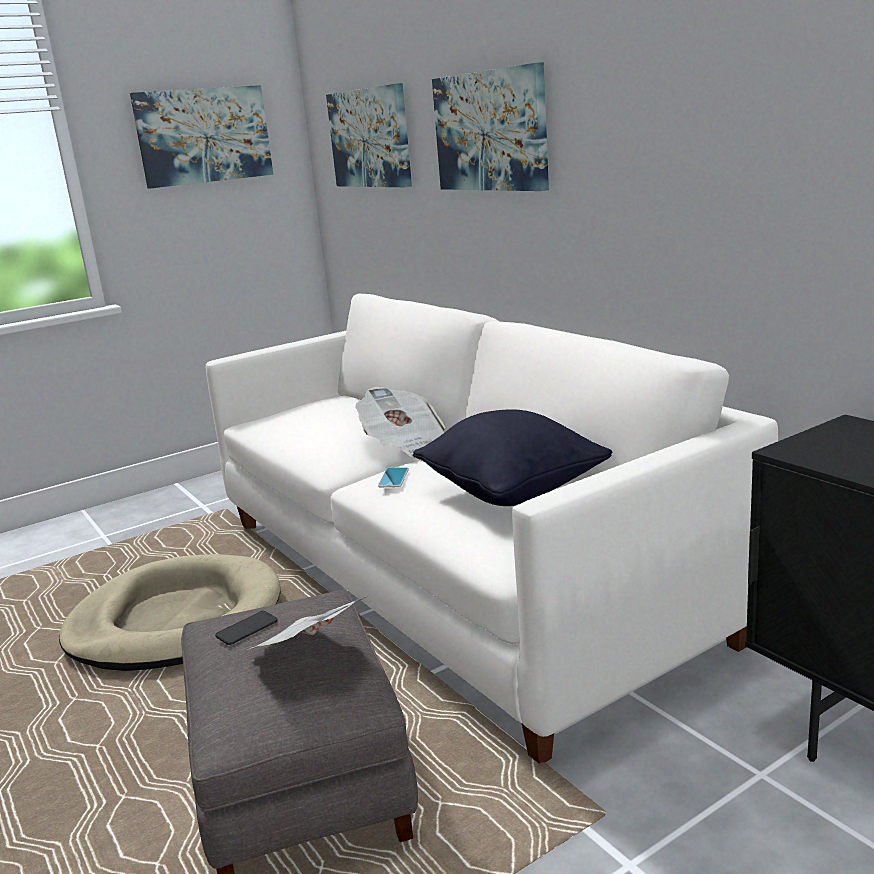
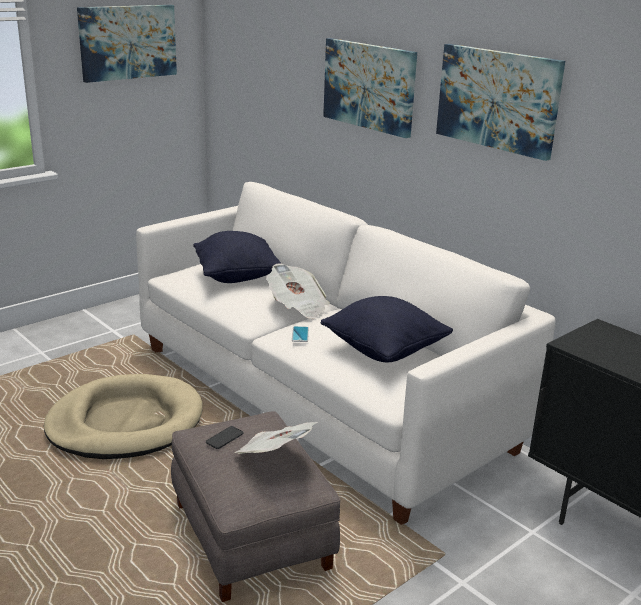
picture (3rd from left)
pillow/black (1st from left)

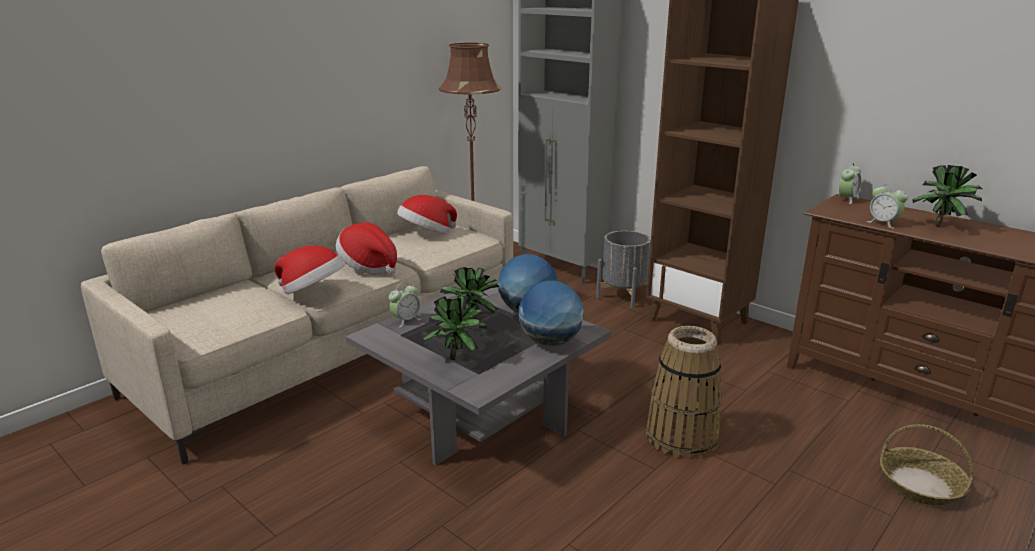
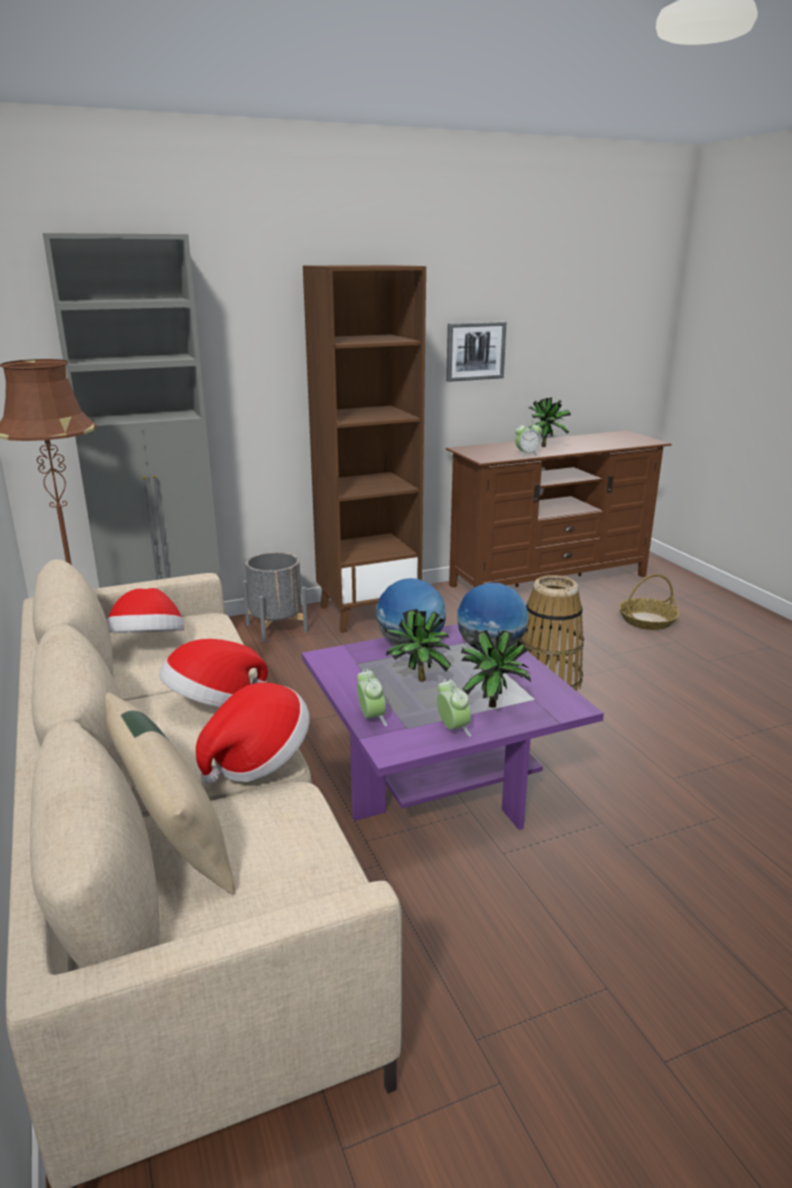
coffee table/purple
alarm clock (2nd from left)
pillow/beige
picture

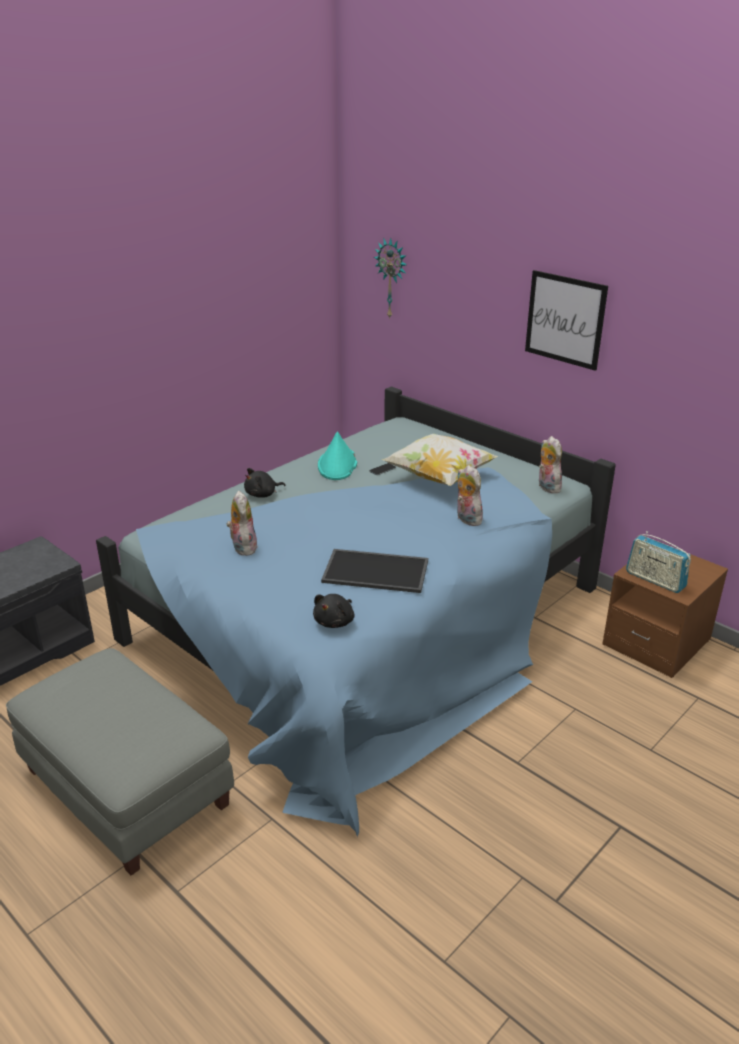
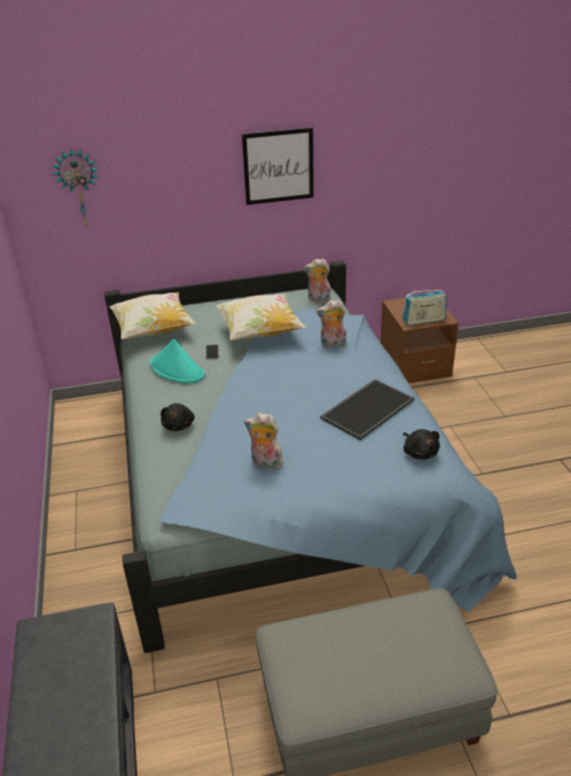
pillow (1st from left)

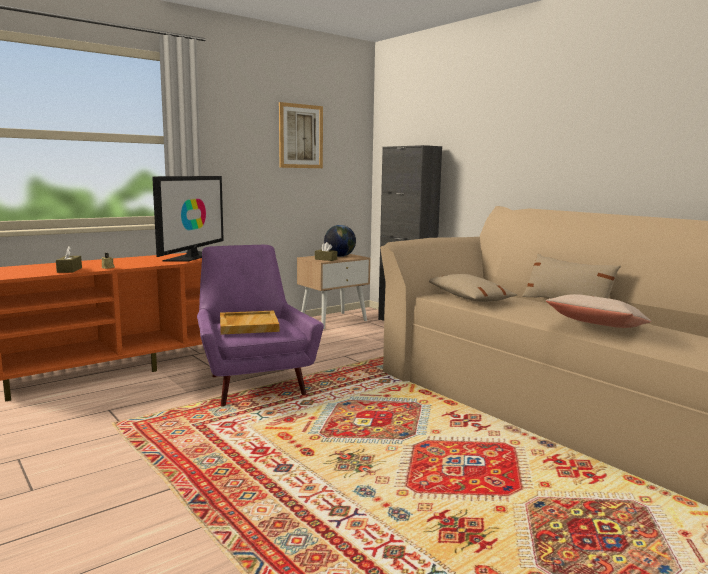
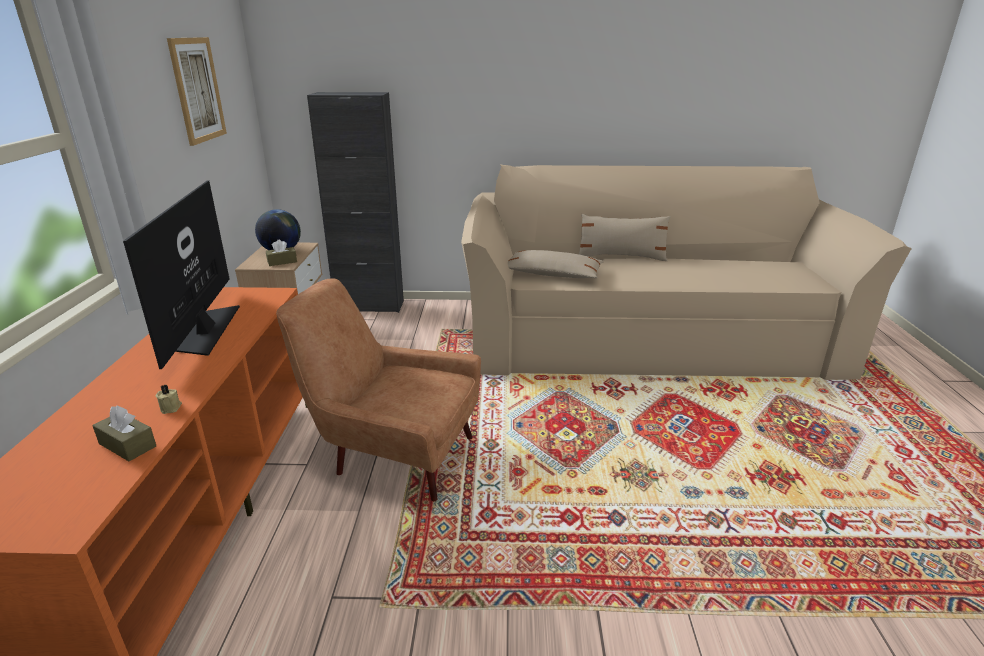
television
armchair/brown
tray/beige
pillow/beige (3rd from left in the first image)

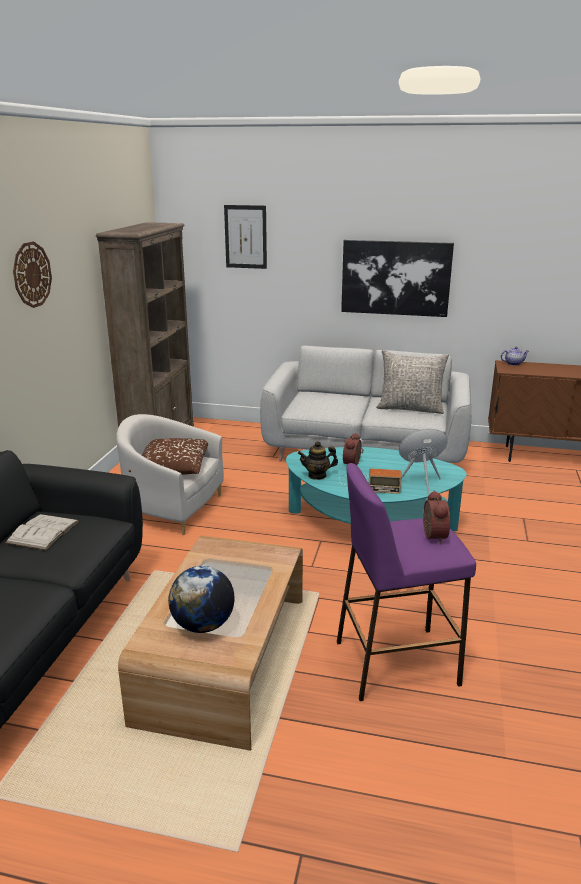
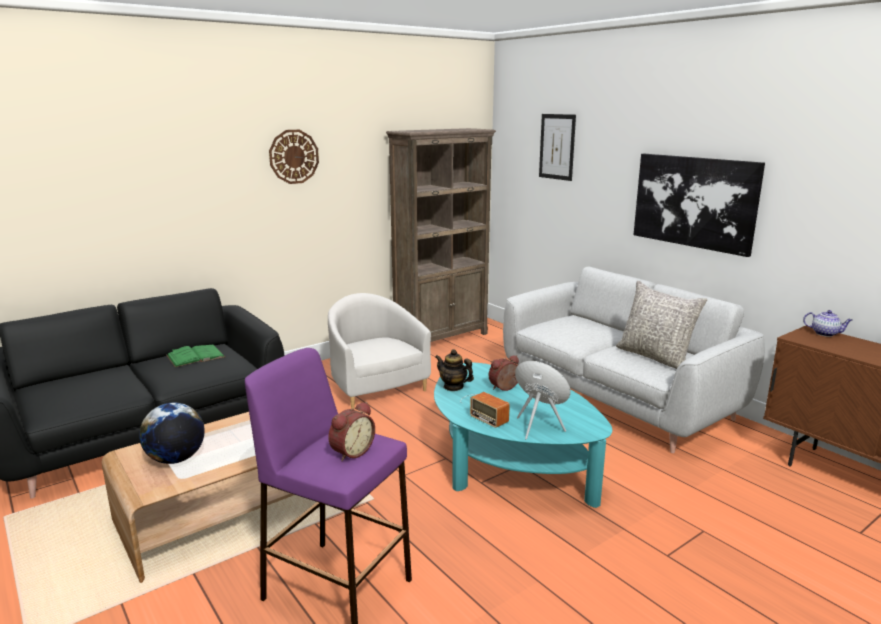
book/green
pillow/brown

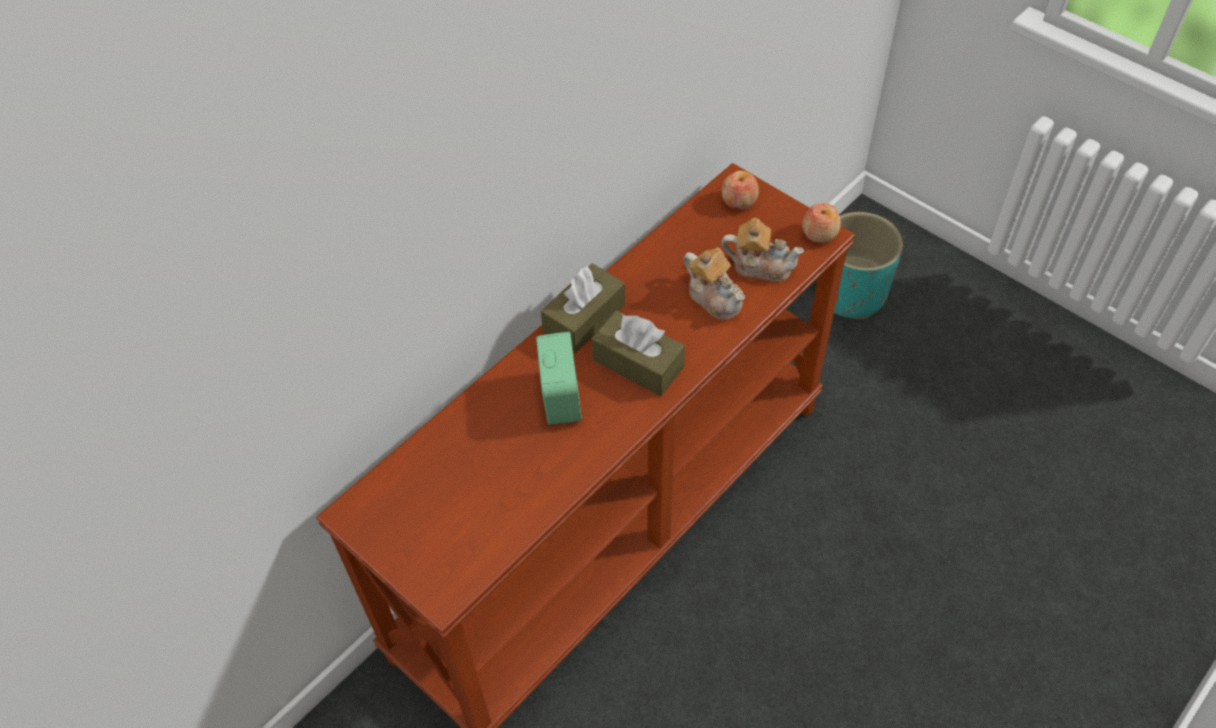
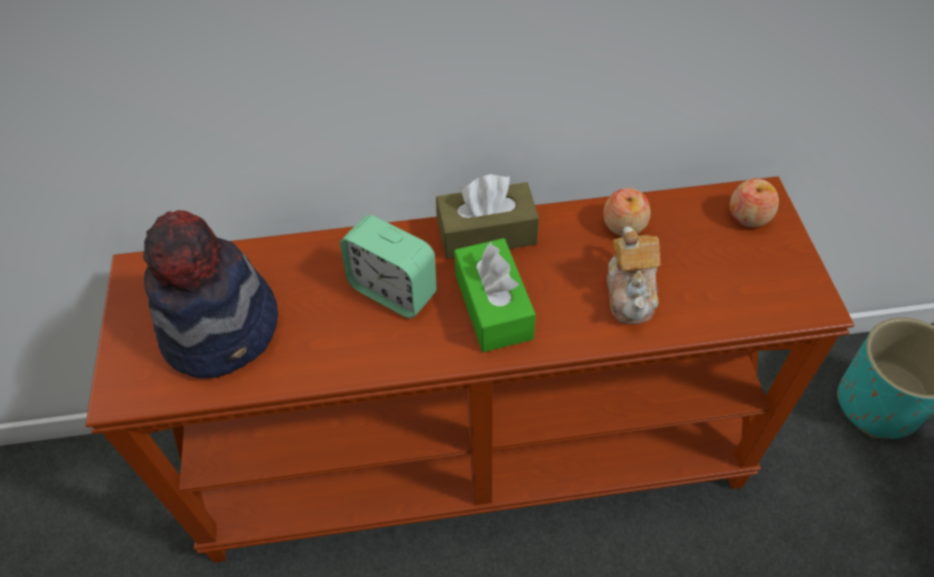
alarm clock
tissue box/green
teapot (2nd from left in the first image)
apple (1st from left)
hat

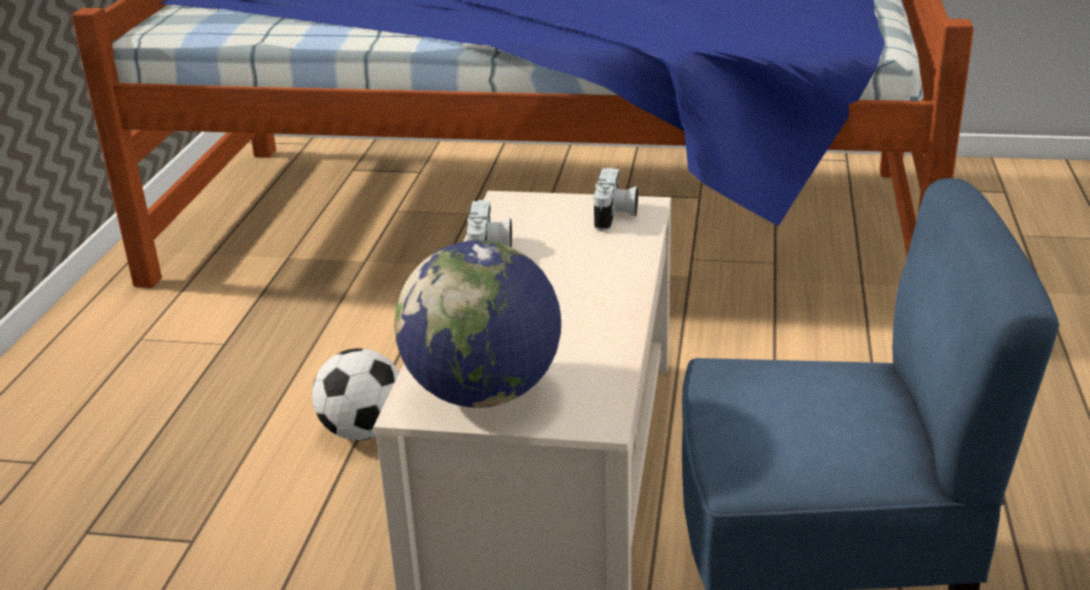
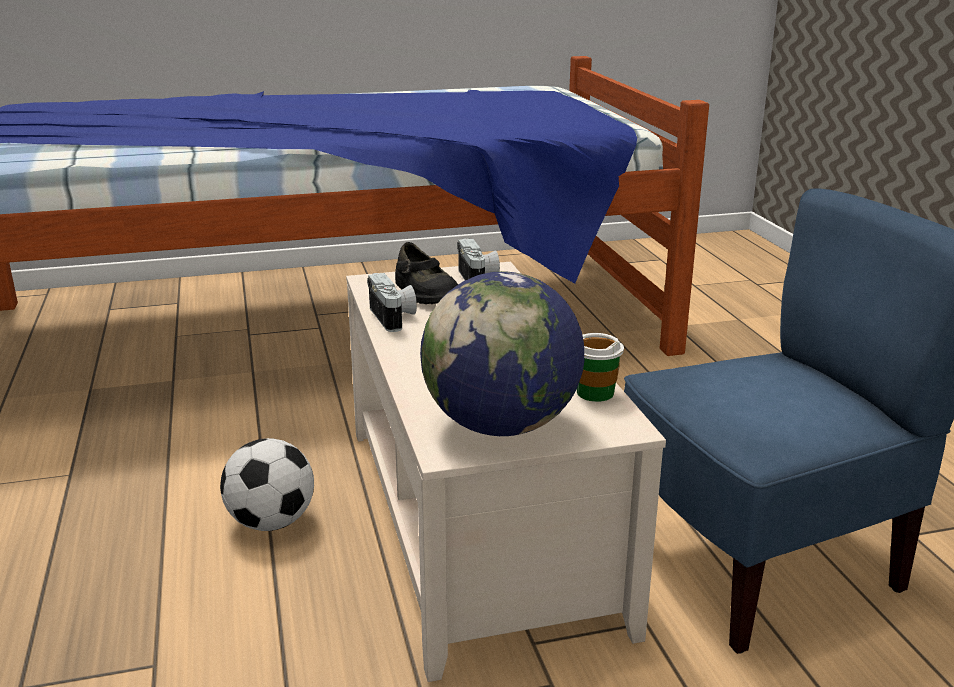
shoe/black
cup

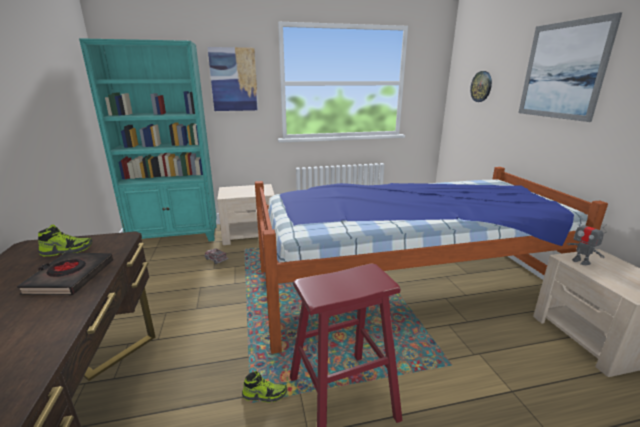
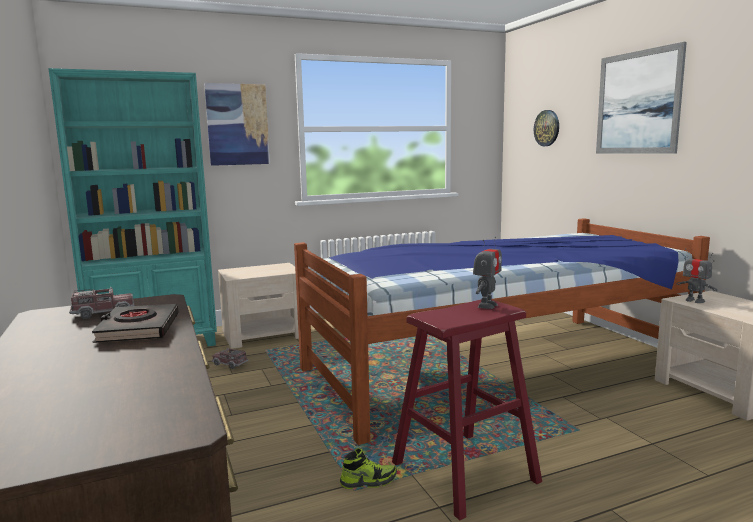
toy truck (1st from left)
toy robot (1st from left)

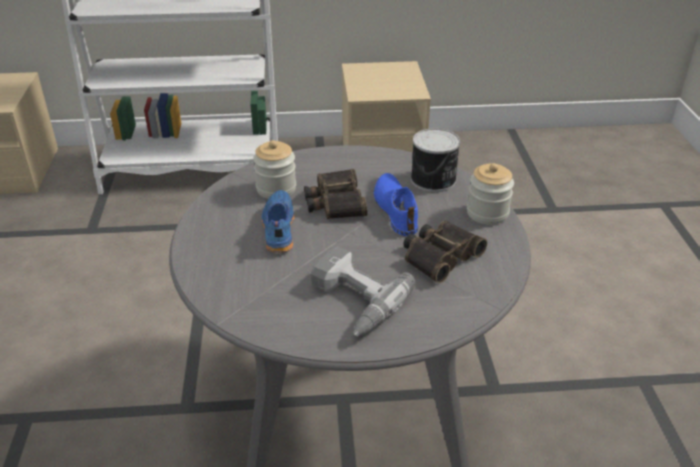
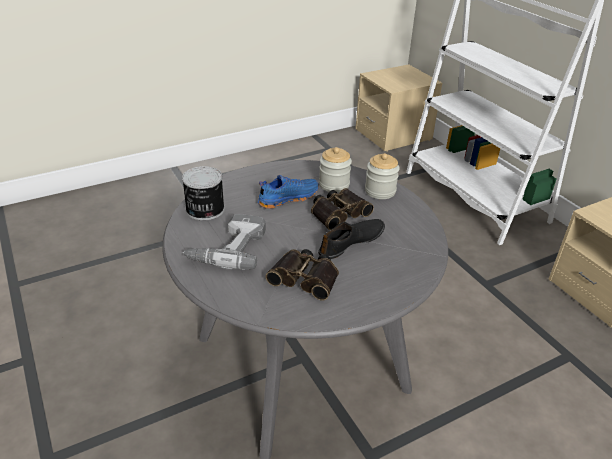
shoe/black
can
jar (2nd from left)

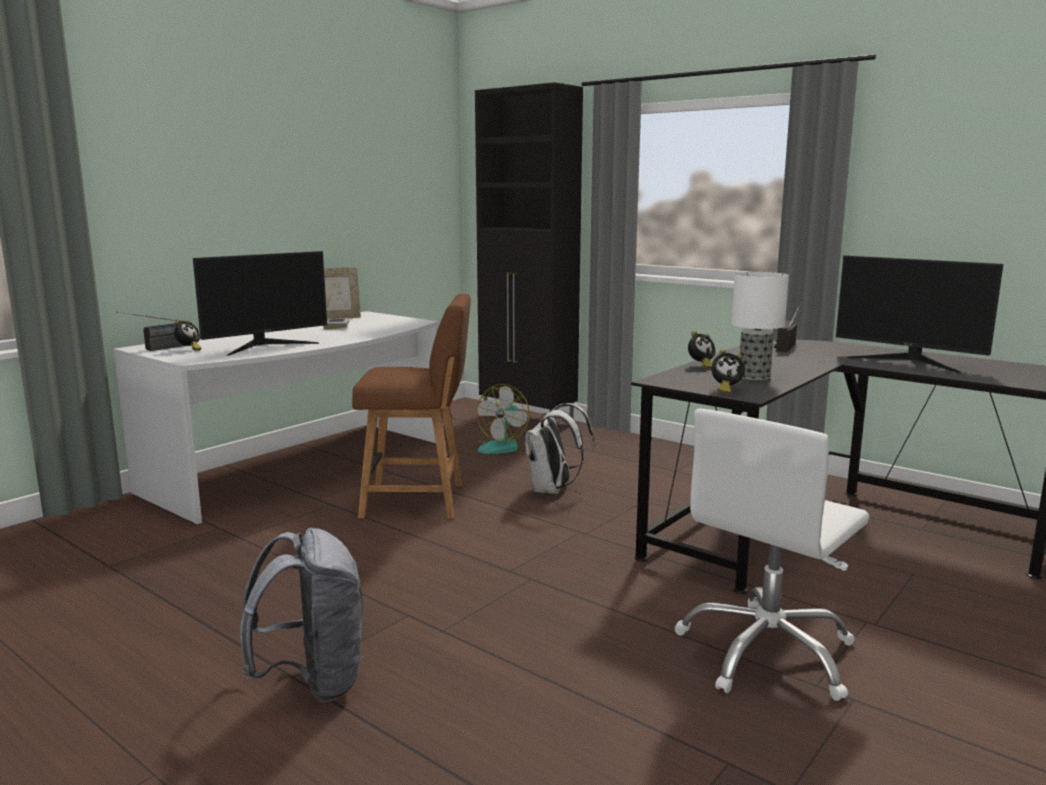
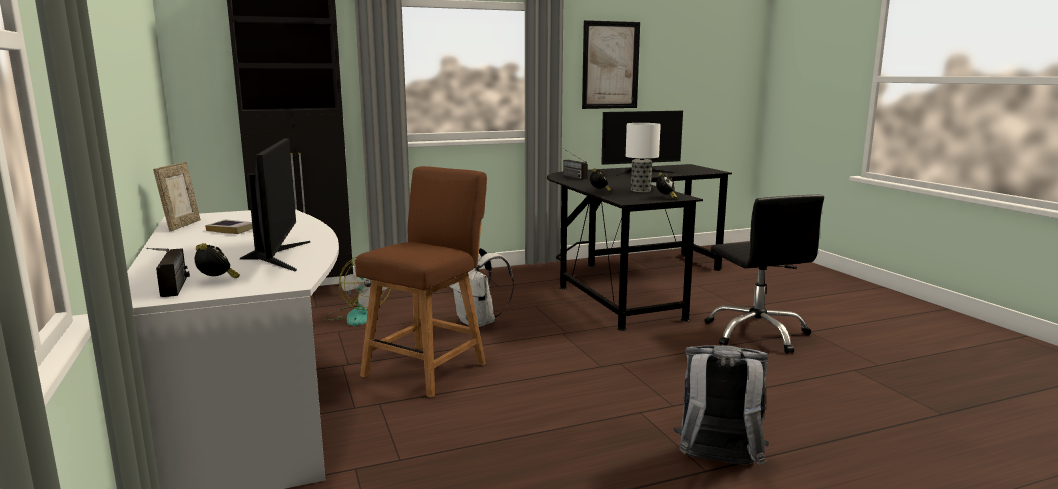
office chair/black
picture

